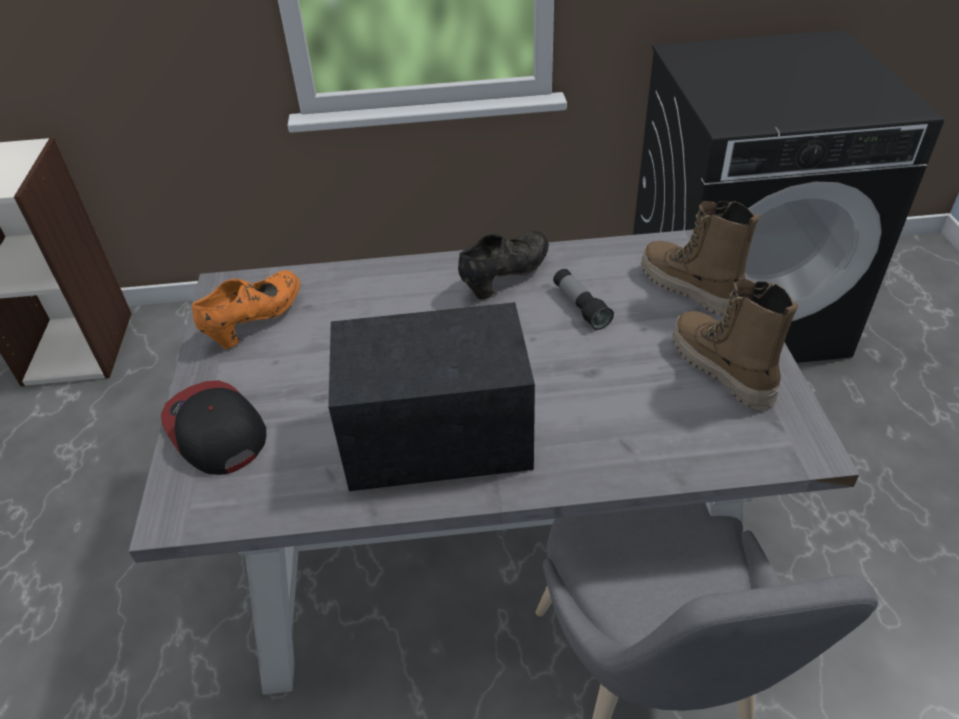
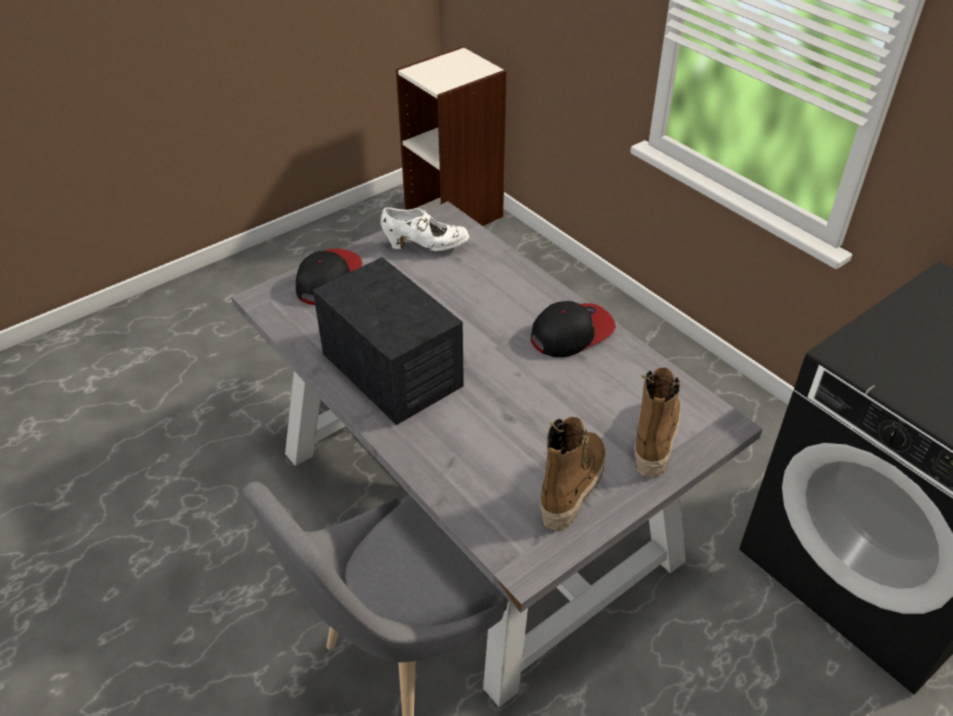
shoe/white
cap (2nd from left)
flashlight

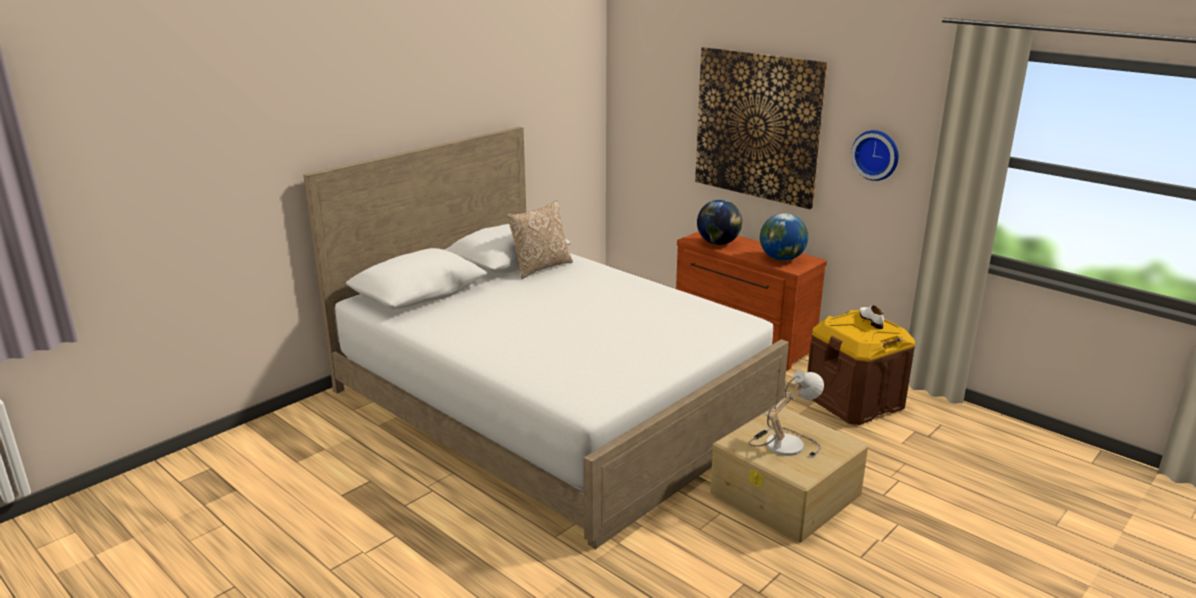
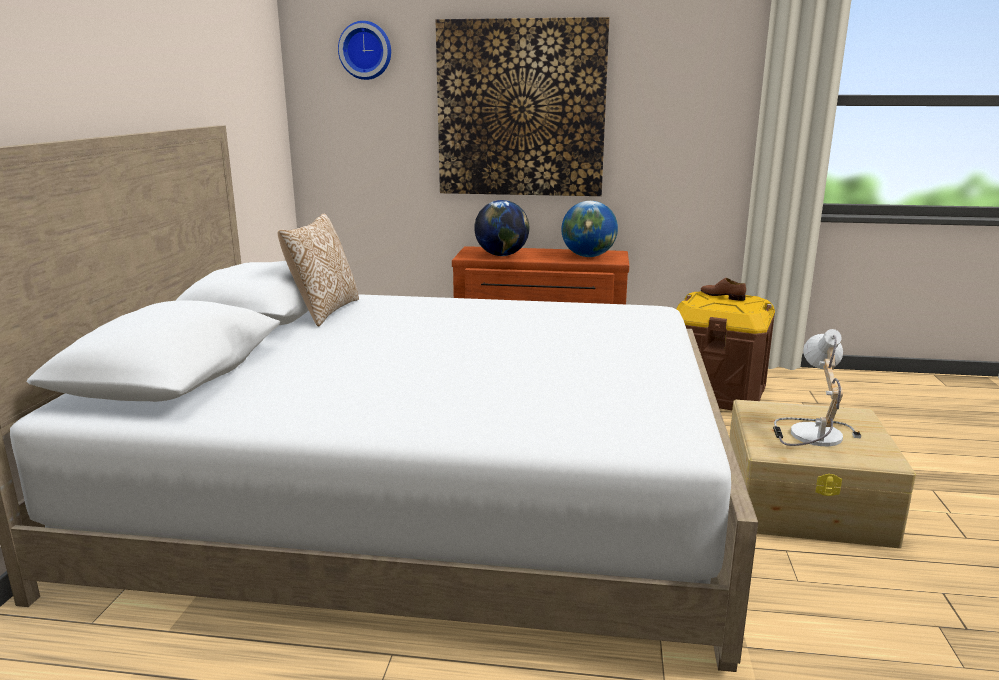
wall clock
shoe/brown

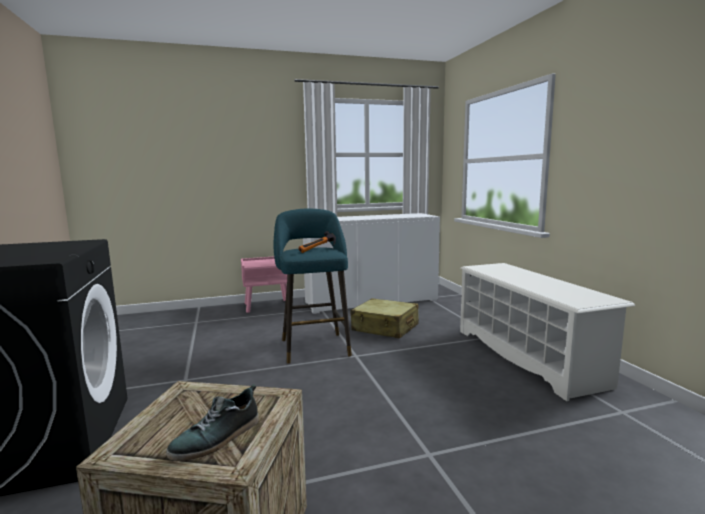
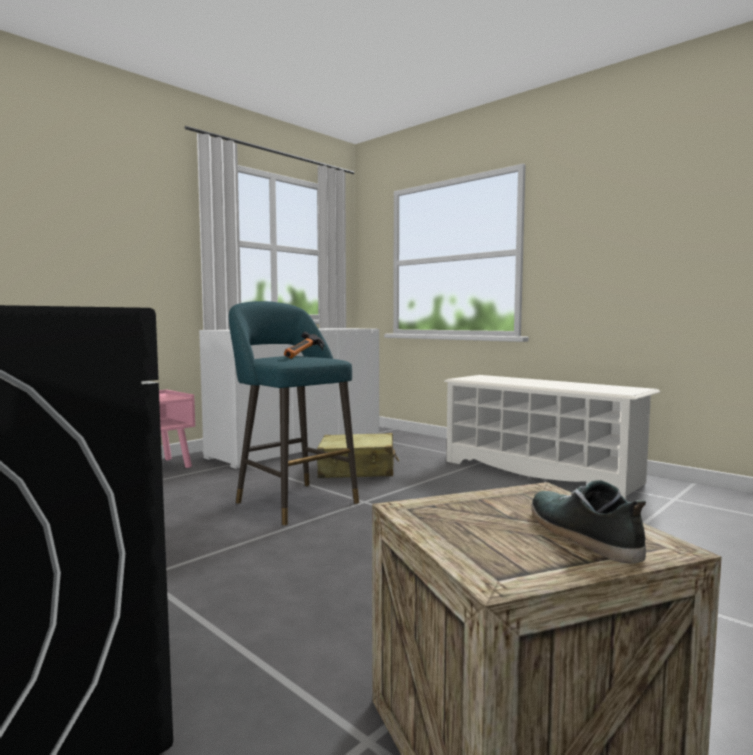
shoe

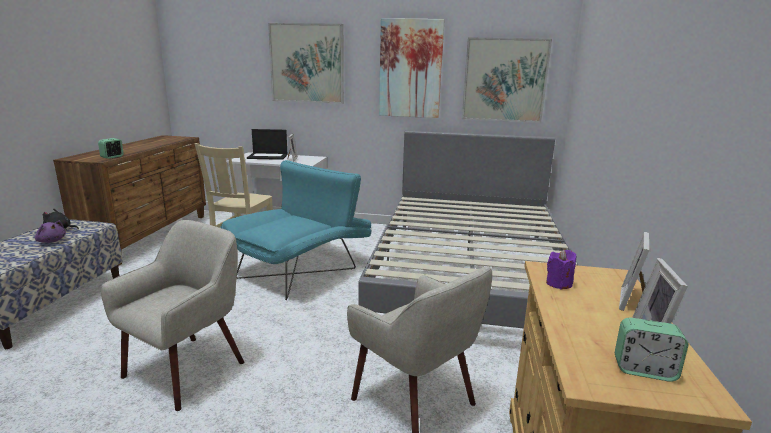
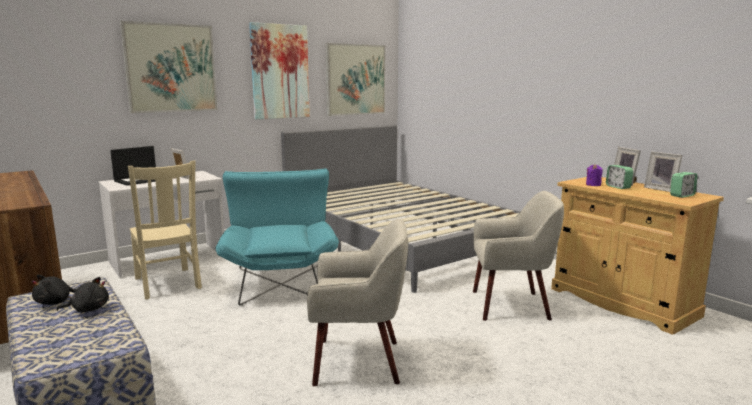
plush toy/black (2nd from left)
alarm clock (1st from left)
armchair/beige (1st from left)

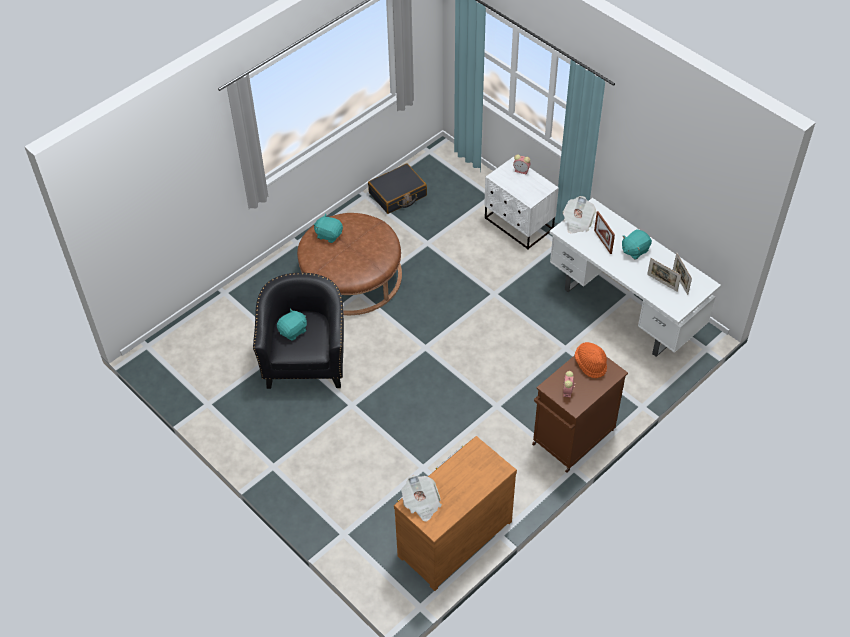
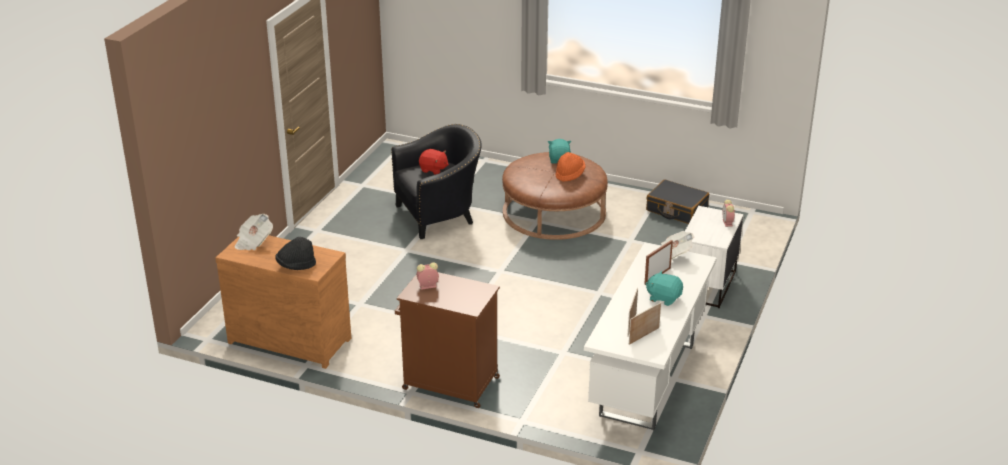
plush toy/red
hat/orange
hat/black

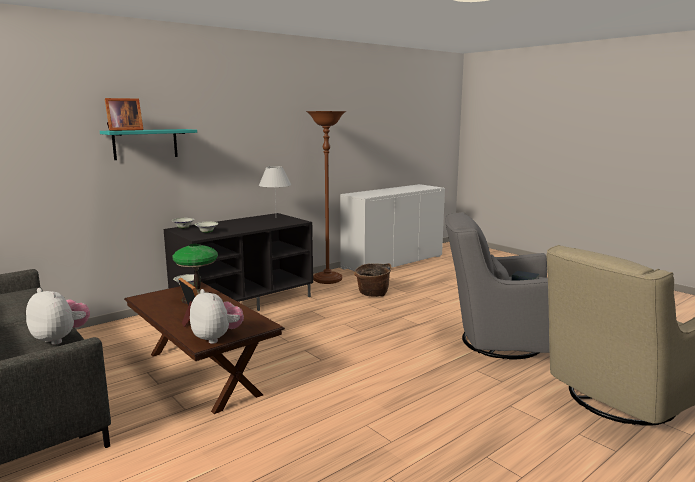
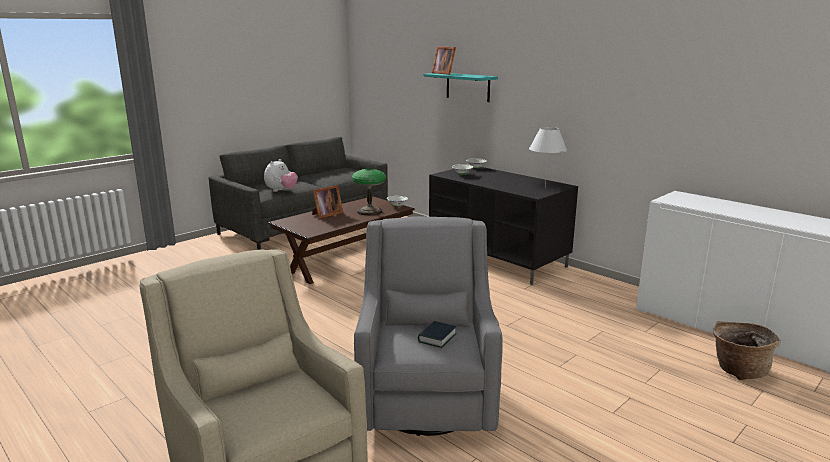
plush toy (2nd from left in the first image)
floor lamp/brown
basket

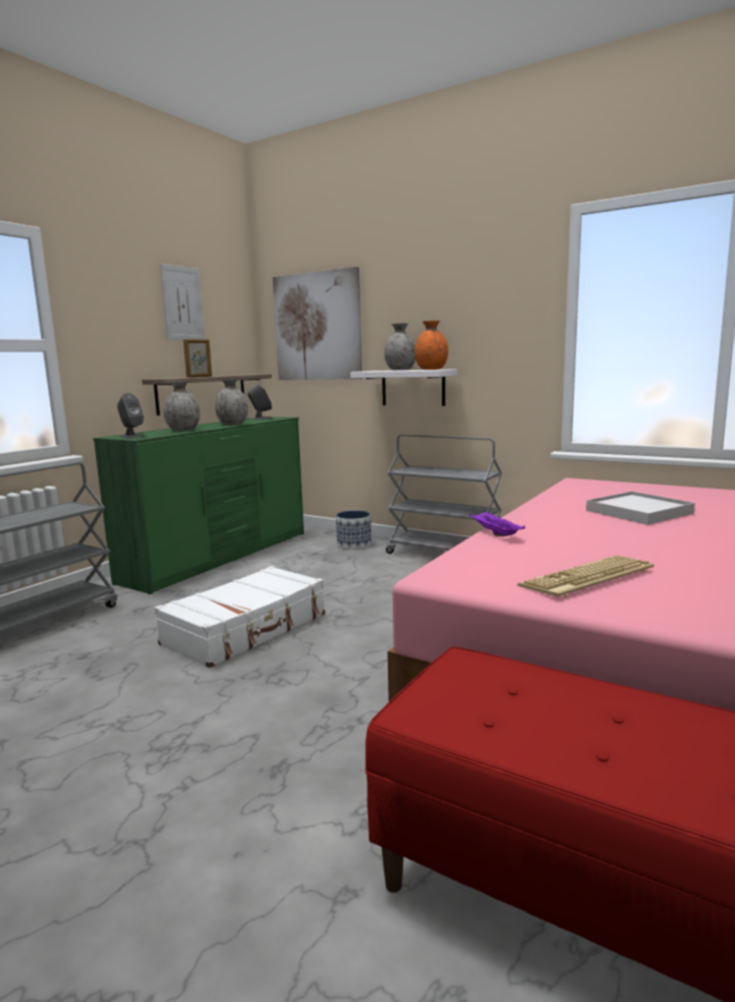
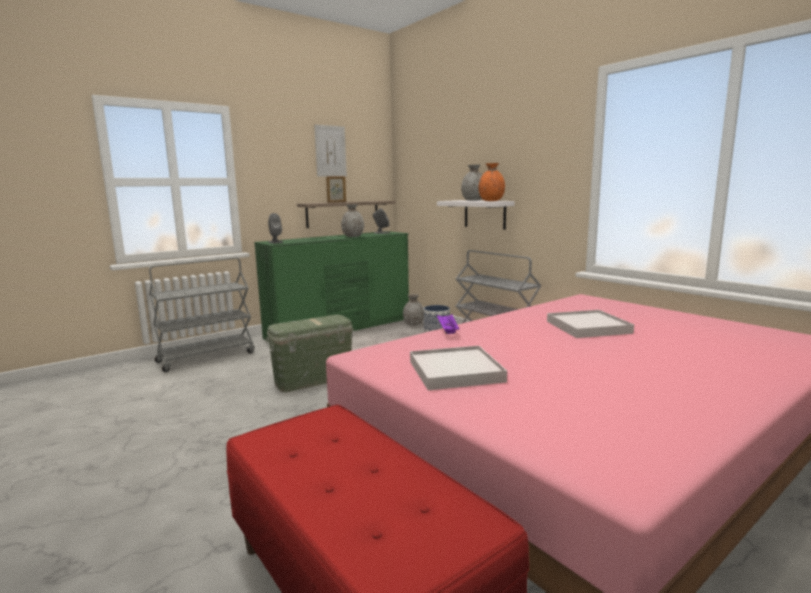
storage box/green
vase/grey (2nd from left)
picture (2nd from left in the first image)
tray/white (1st from left)

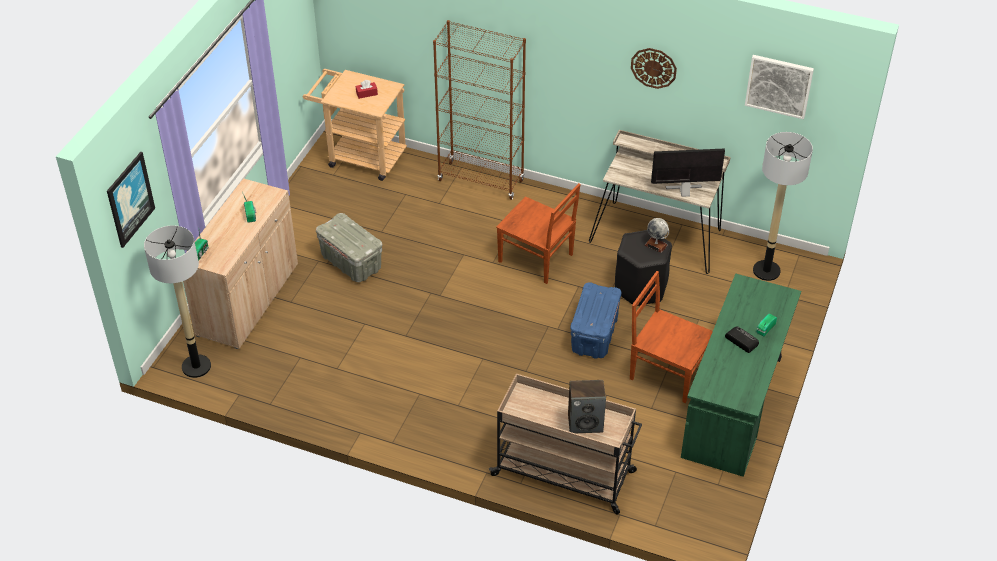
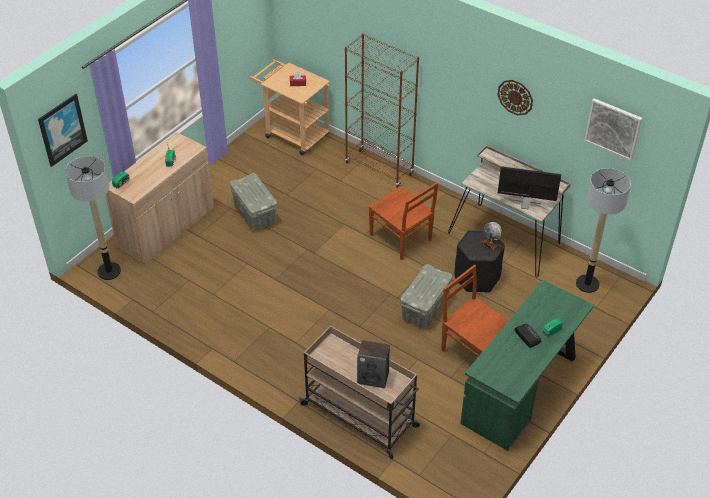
storage box/grey (2nd from left)

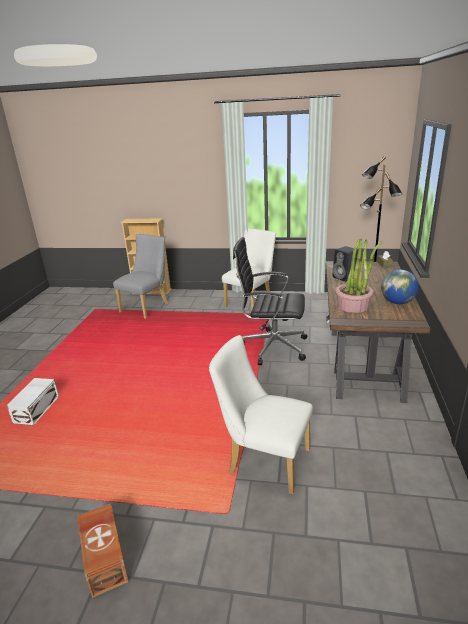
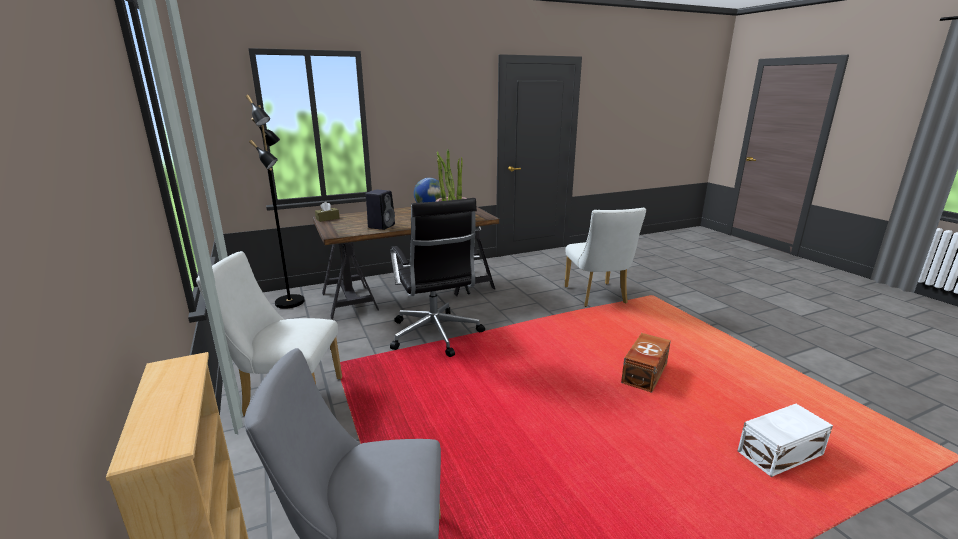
storage box/brown

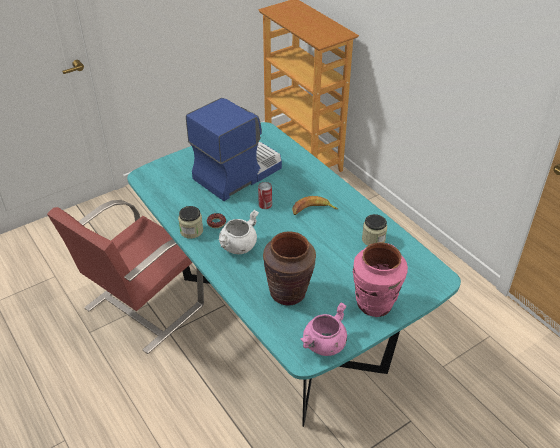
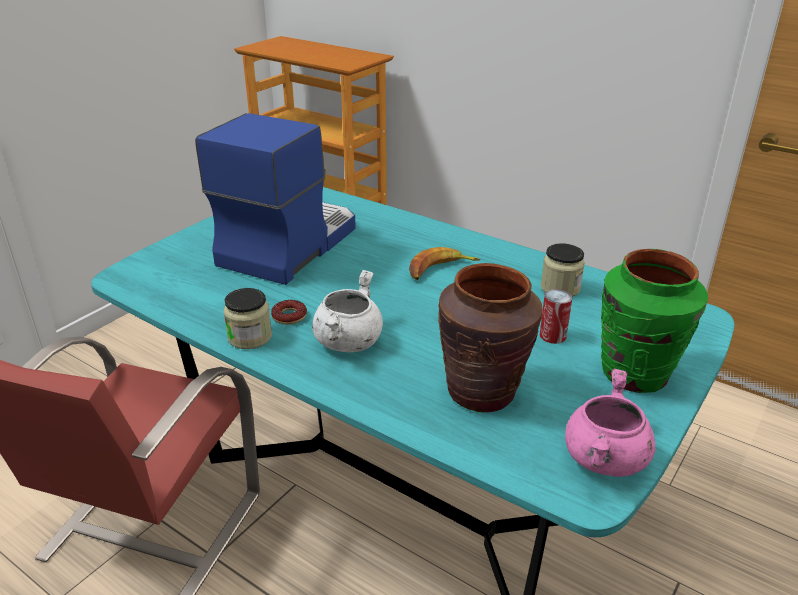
can
vase/green

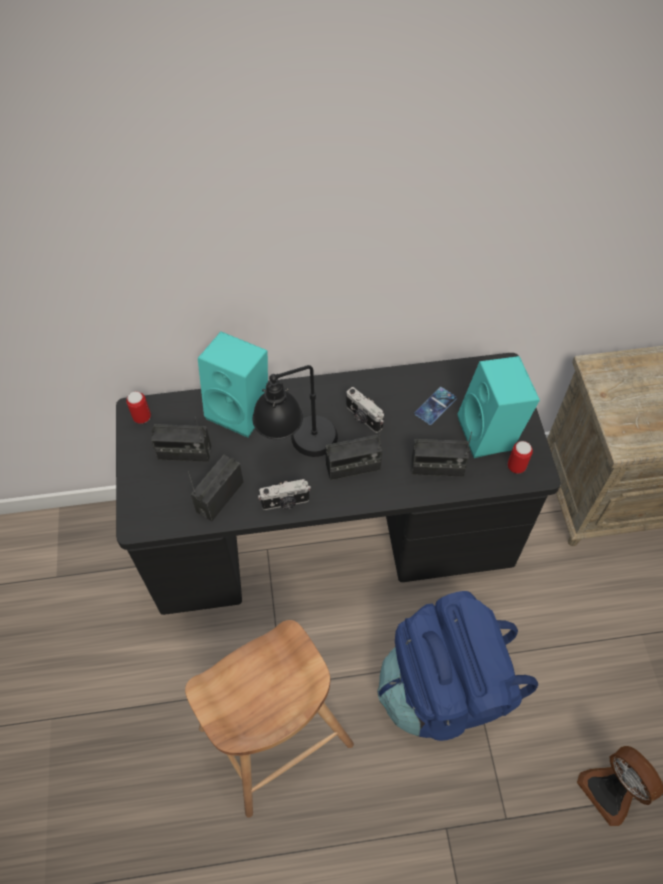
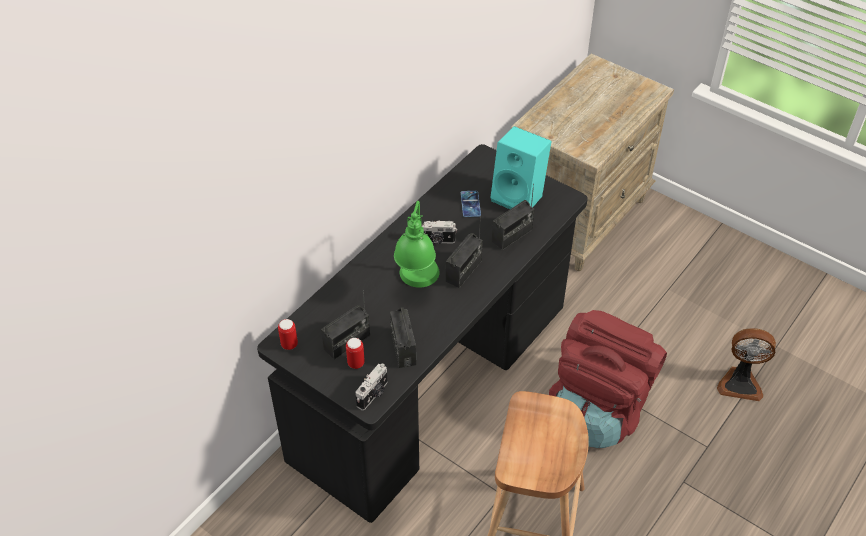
speaker/turquoise (1st from left in the first image)
table lamp/green
photo camera (1st from left)
backpack/red
can (2nd from left)

